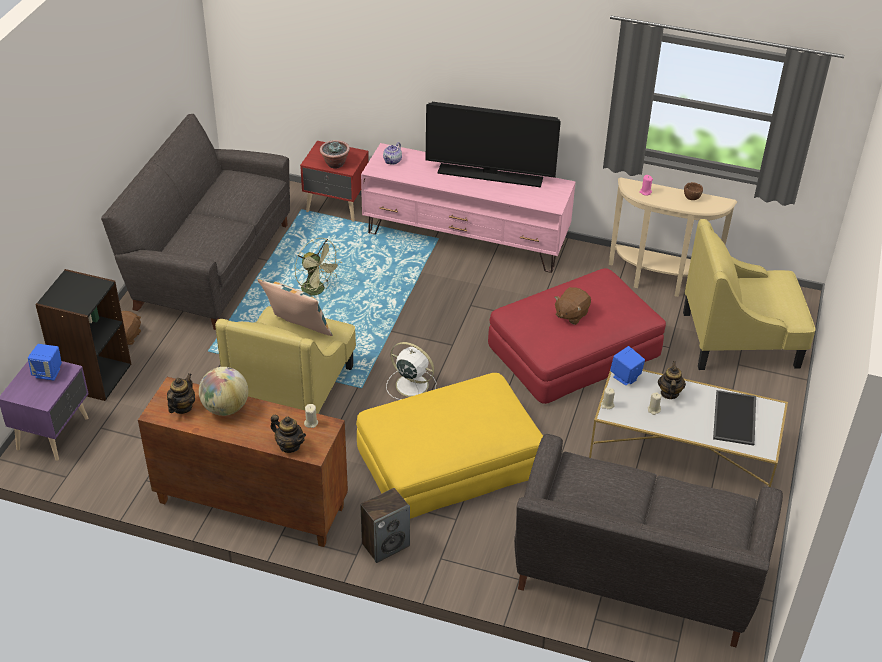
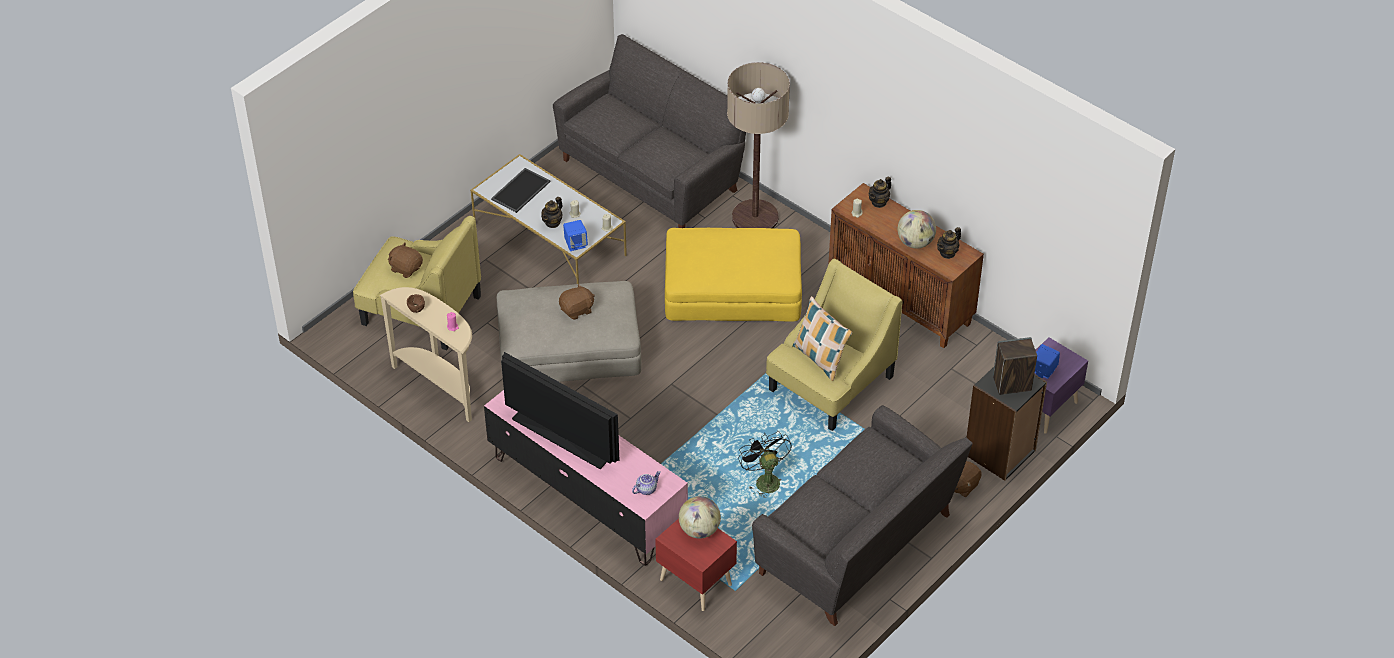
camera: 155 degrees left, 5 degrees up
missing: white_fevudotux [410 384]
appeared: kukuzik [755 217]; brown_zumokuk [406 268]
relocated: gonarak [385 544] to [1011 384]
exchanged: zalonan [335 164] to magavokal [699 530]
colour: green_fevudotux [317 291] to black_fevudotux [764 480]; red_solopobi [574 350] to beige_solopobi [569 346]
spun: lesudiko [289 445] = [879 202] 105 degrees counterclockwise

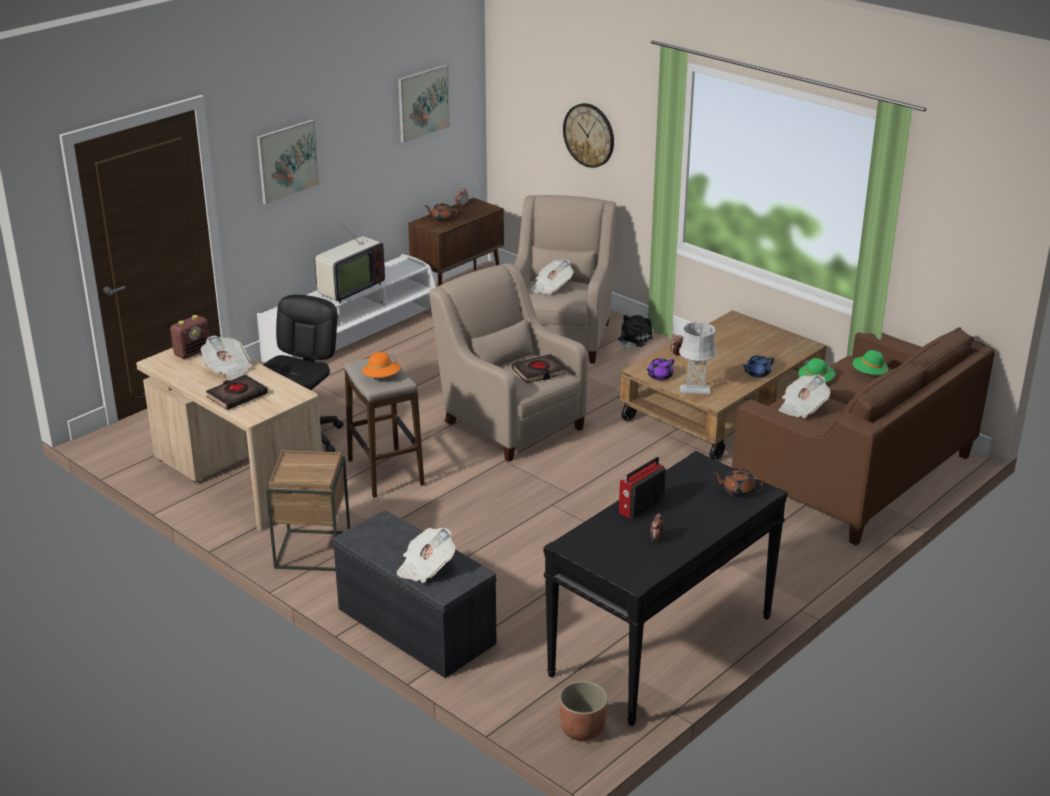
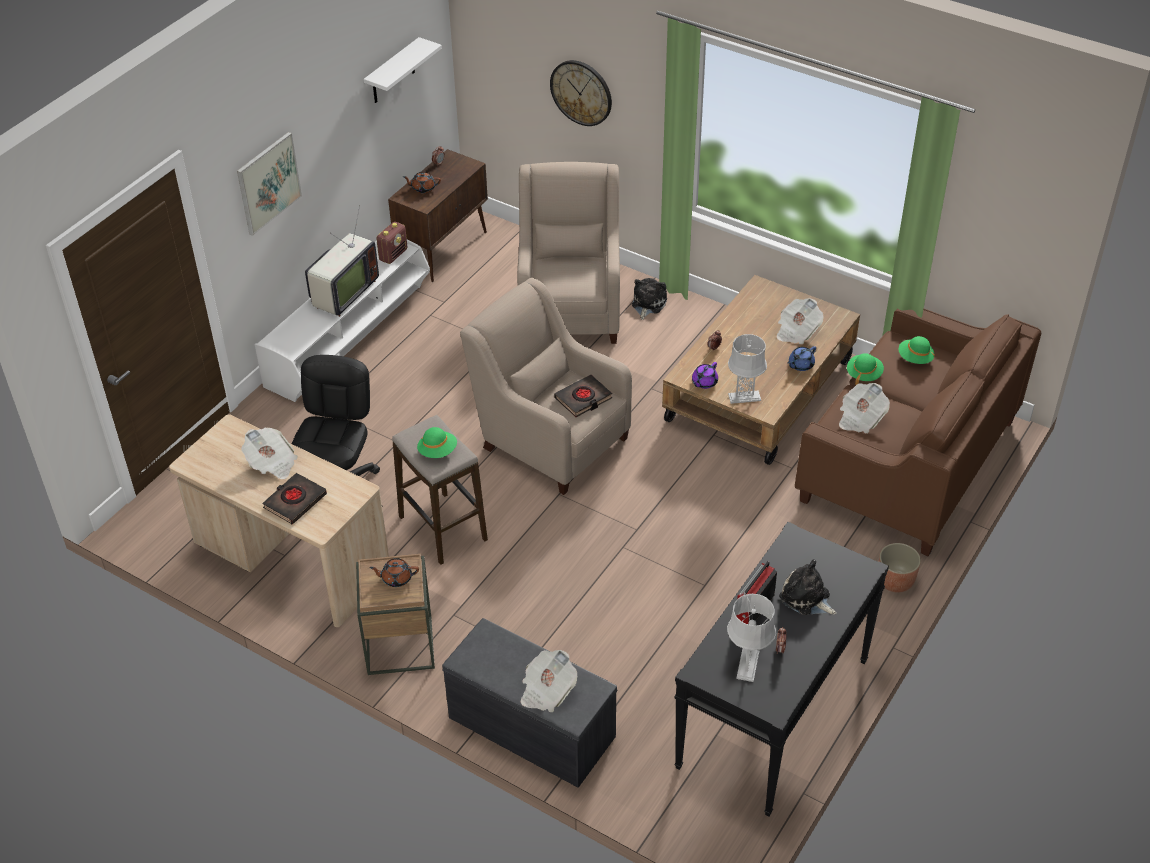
camera: 10 degrees left, 15 degrees up
appeared: zumokuk [806 598]; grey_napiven [748 665]
relocated: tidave [551 287] to [797 331]; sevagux [192 352] to [393 255]; brown_lesudiko [737 491] to [396 578]; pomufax [582 729] to [895 581]
exchanged: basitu [423 103] to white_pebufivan [393 72]
colour: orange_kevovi [382 377] to green_kevovi [438 451]

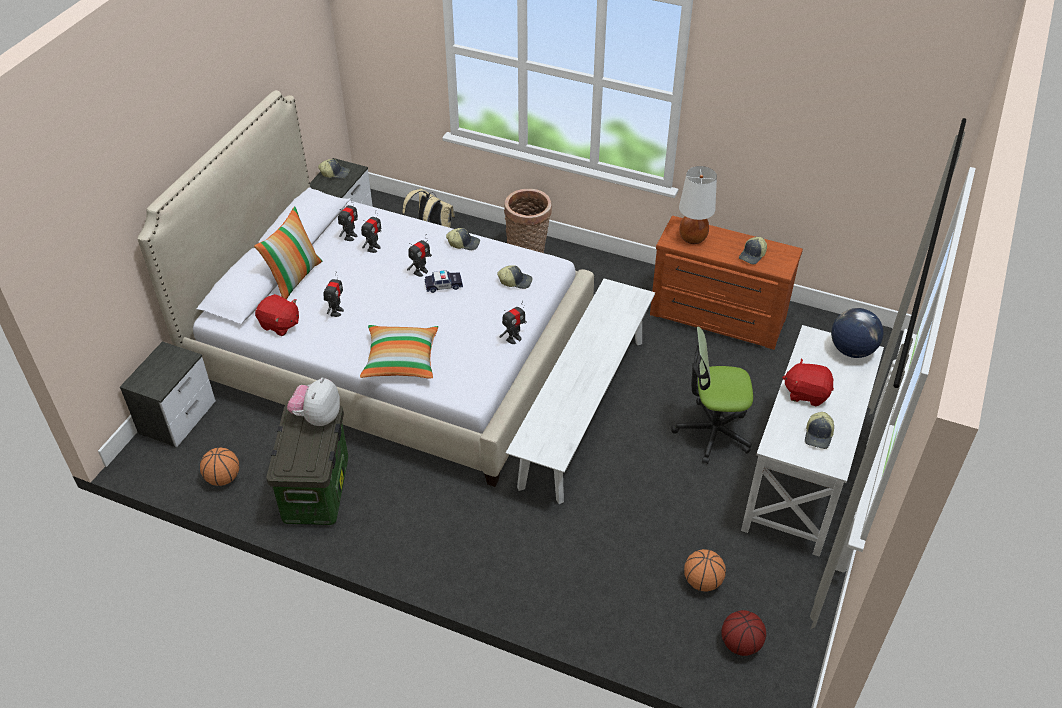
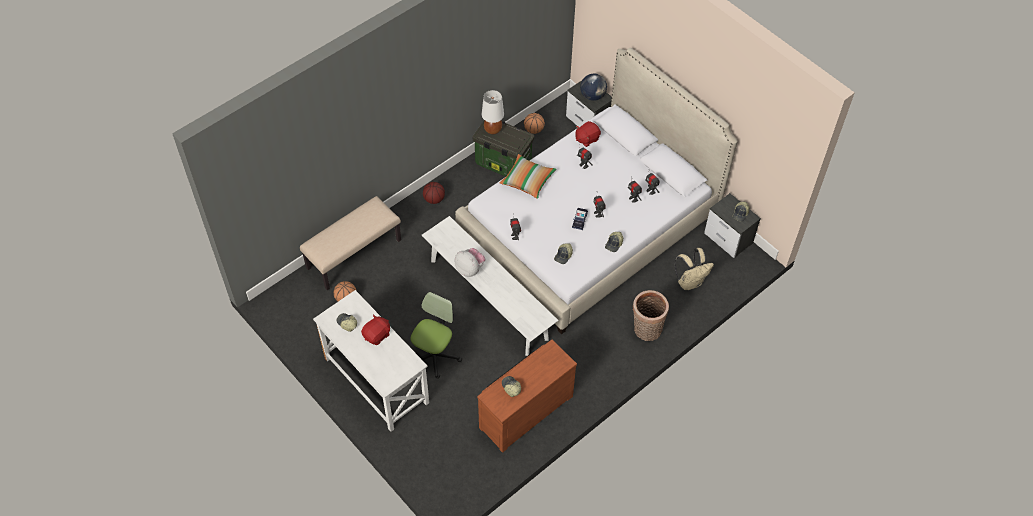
camera: 115 degrees right, 10 degrees up
missing: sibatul [294 277]
appeared: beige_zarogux [354 253]
relocated: white_napiven [692 238] to [492 129]; magavokal [851 350] to [593 96]; zumokuk [317 417] to [470 269]; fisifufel [740 644] to [434 199]

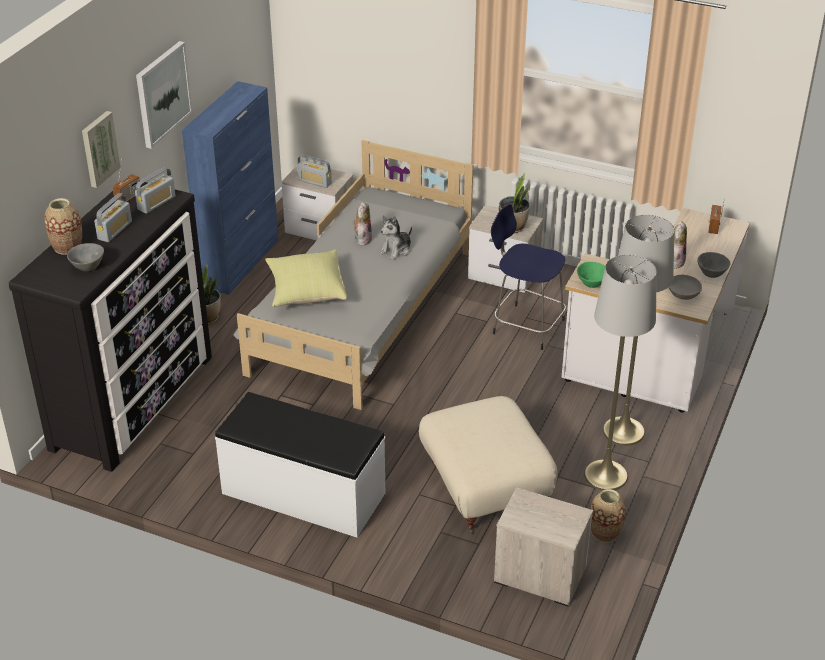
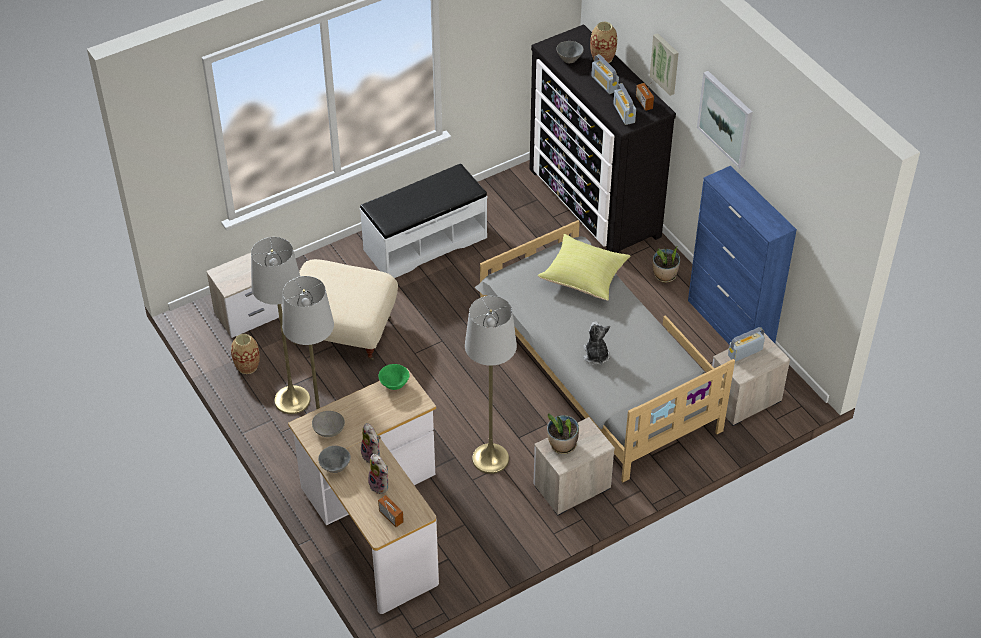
camera: 125 degrees right, 10 degrees up
relocated: zumokuk [362 239] to [380 485]
exchanged: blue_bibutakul [526 326] to grey_kukuzik [490 458]

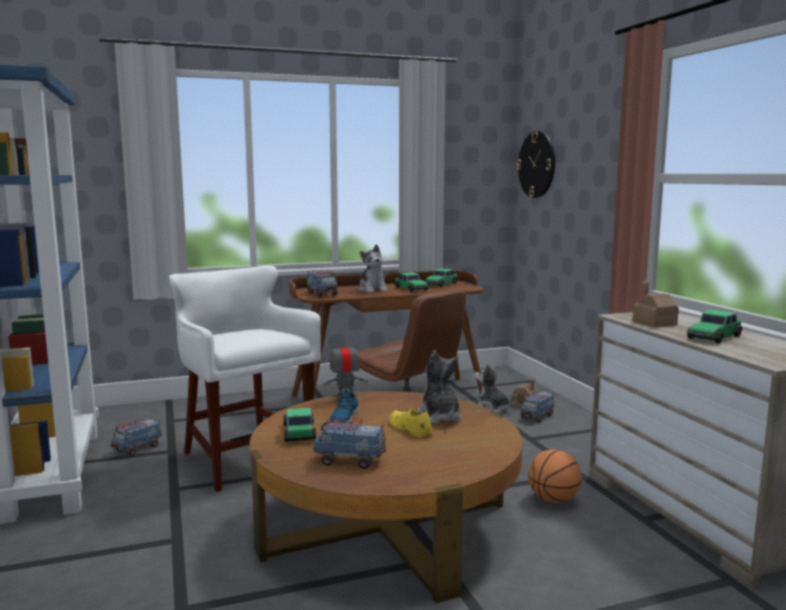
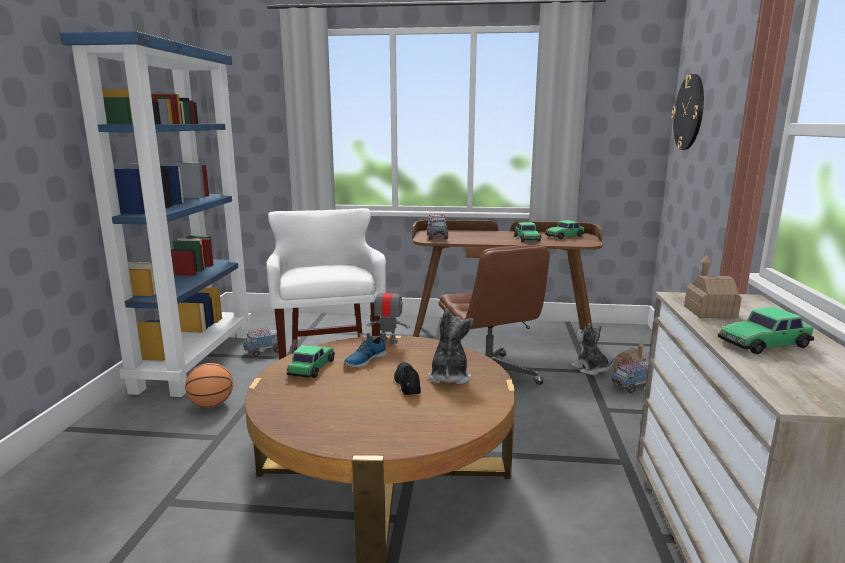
camera: 25 degrees right, 5 degrees up
missing: zumokuk [372 290]; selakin [349 461]
relocated: fisifufel [553 500] to [211 405]
colour: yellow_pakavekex [409 428] to black_pakavekex [407 383]

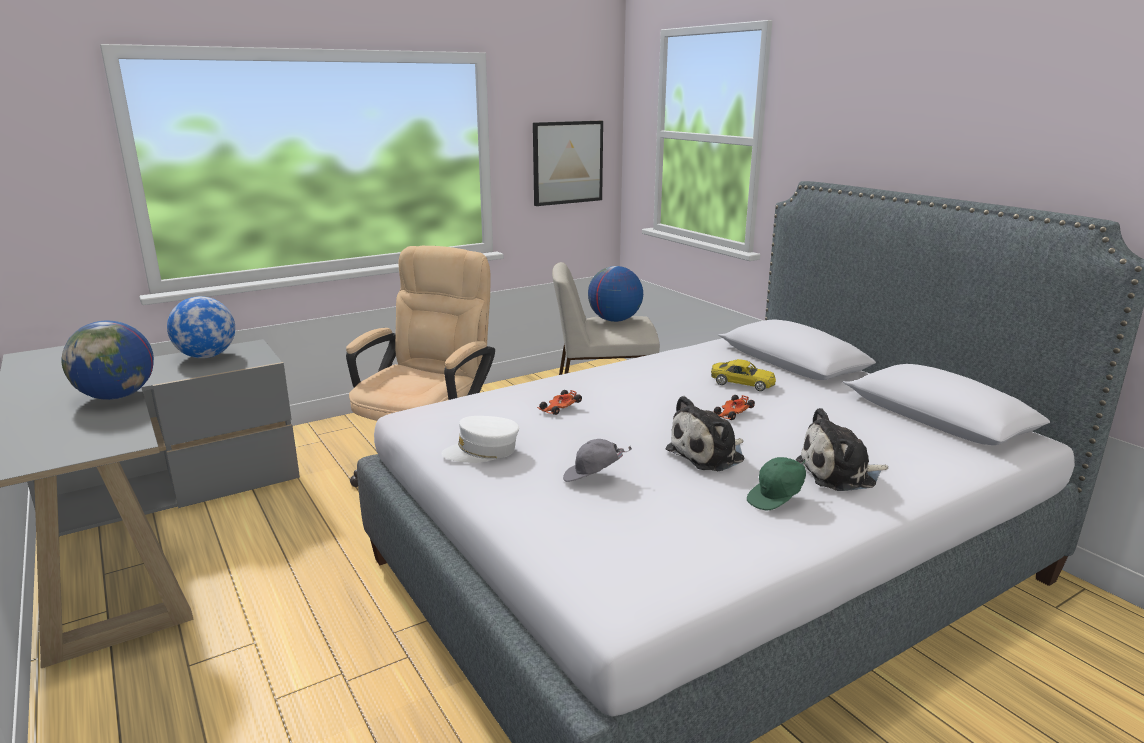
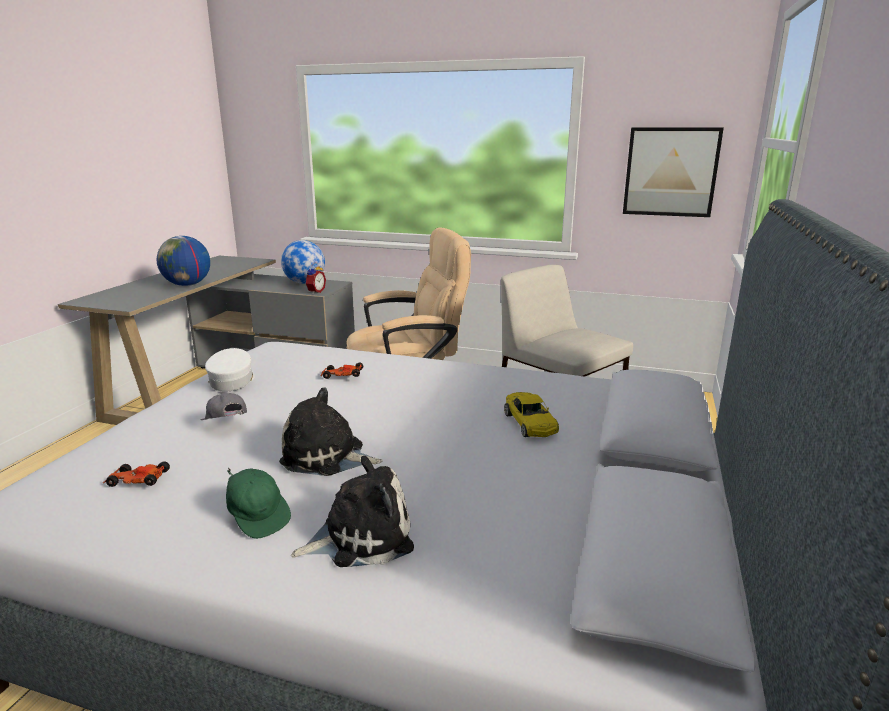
camera: 50 degrees right, 0 degrees up
missing: magavokal [614 320]
appeared: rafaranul [315 292]
relocated: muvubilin [732 413] to [137 480]
spun: zumokuk [840 473] = [361 536] 120 degrees clockwise; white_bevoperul [482 451] = [232 380] 45 degrees clockwise; green_bevoperul [777 499] = [258 516] 150 degrees counterclockwise

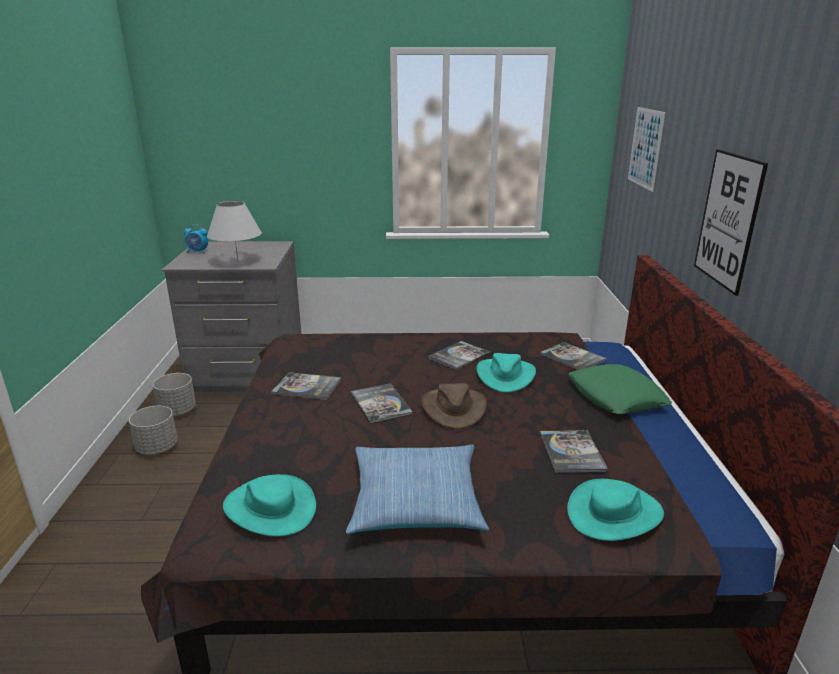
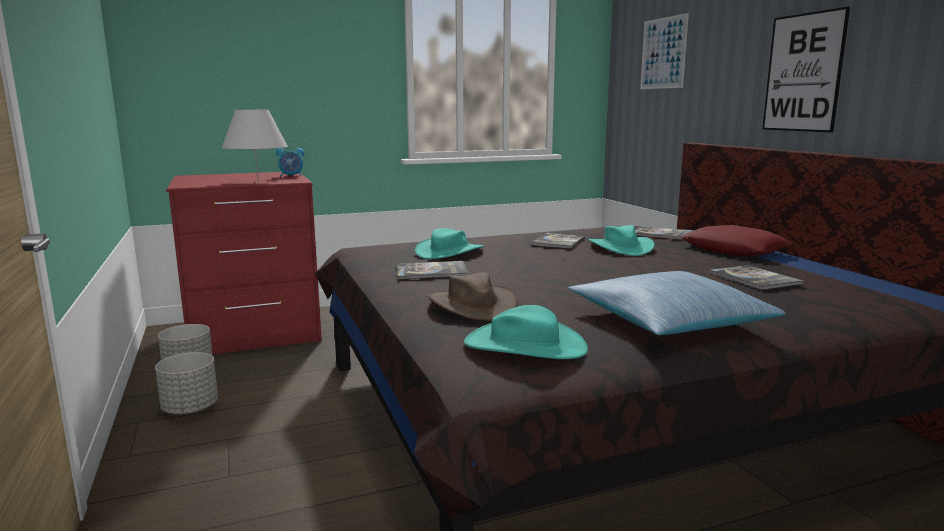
camera: 20 degrees left, 10 degrees down
missing: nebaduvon [380 404]
relocated: rafaranul [197 252] to [291 176]; brown_kevovi [453 408] to [472 305]; turquoise_kevovi [614 513] to [450 252]
colour: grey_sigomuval [248 374] to red_sigomuval [254 332]; green_sibatul [616 397] to red_sibatul [734 250]

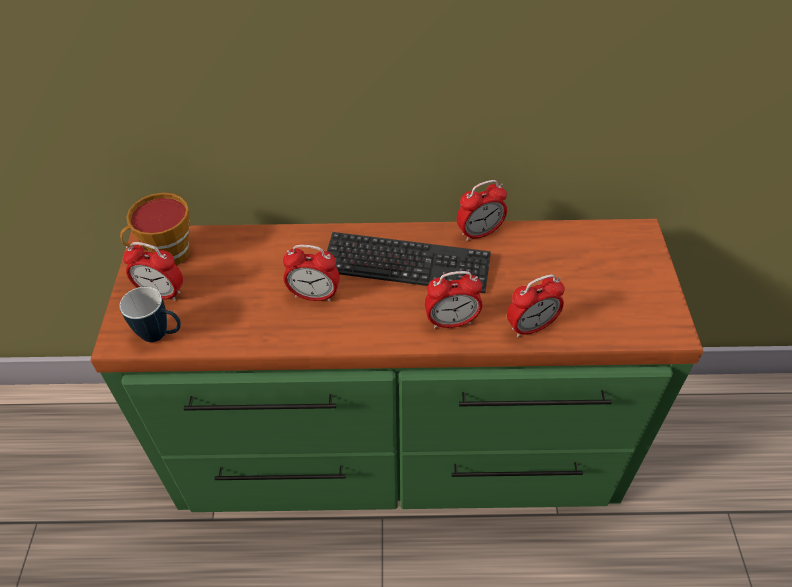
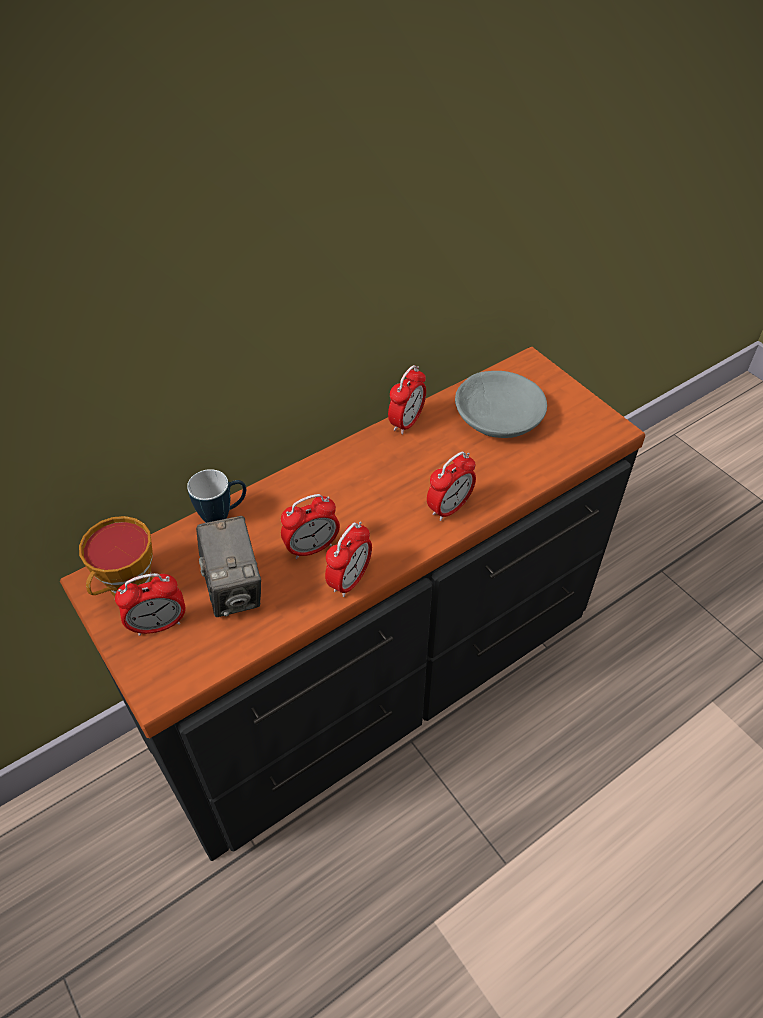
camera: 35 degrees left, 0 degrees up
missing: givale [406 265]
appeared: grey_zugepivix [497 415]; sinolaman [234 589]
relocated: rafaranul [531 327] to [350 580]; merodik [161 335] to [223 515]
colour: green_sigomuval [398 450] to black_sigomuval [380 675]

